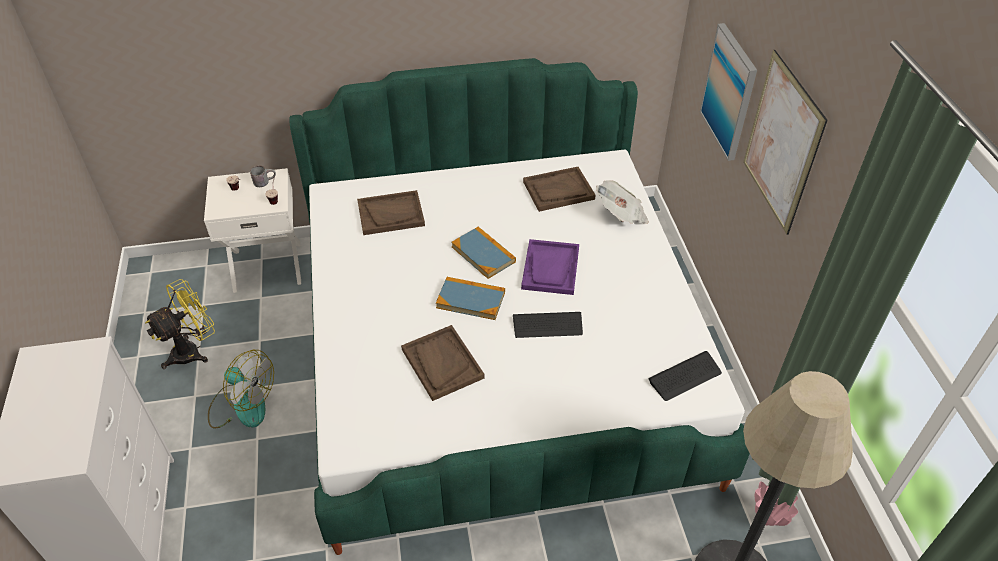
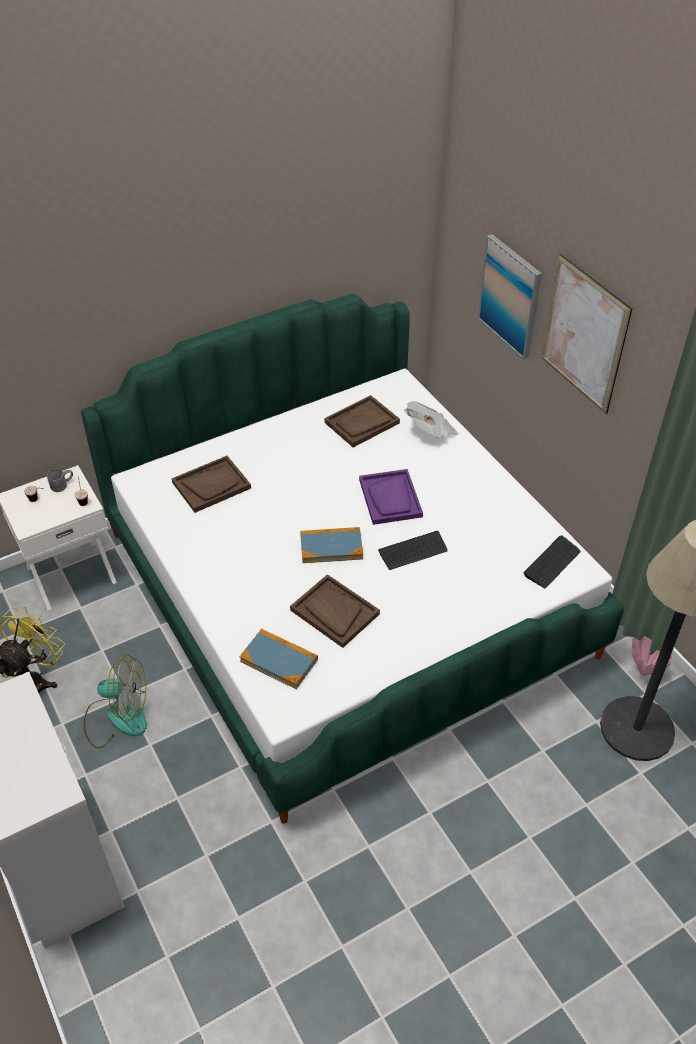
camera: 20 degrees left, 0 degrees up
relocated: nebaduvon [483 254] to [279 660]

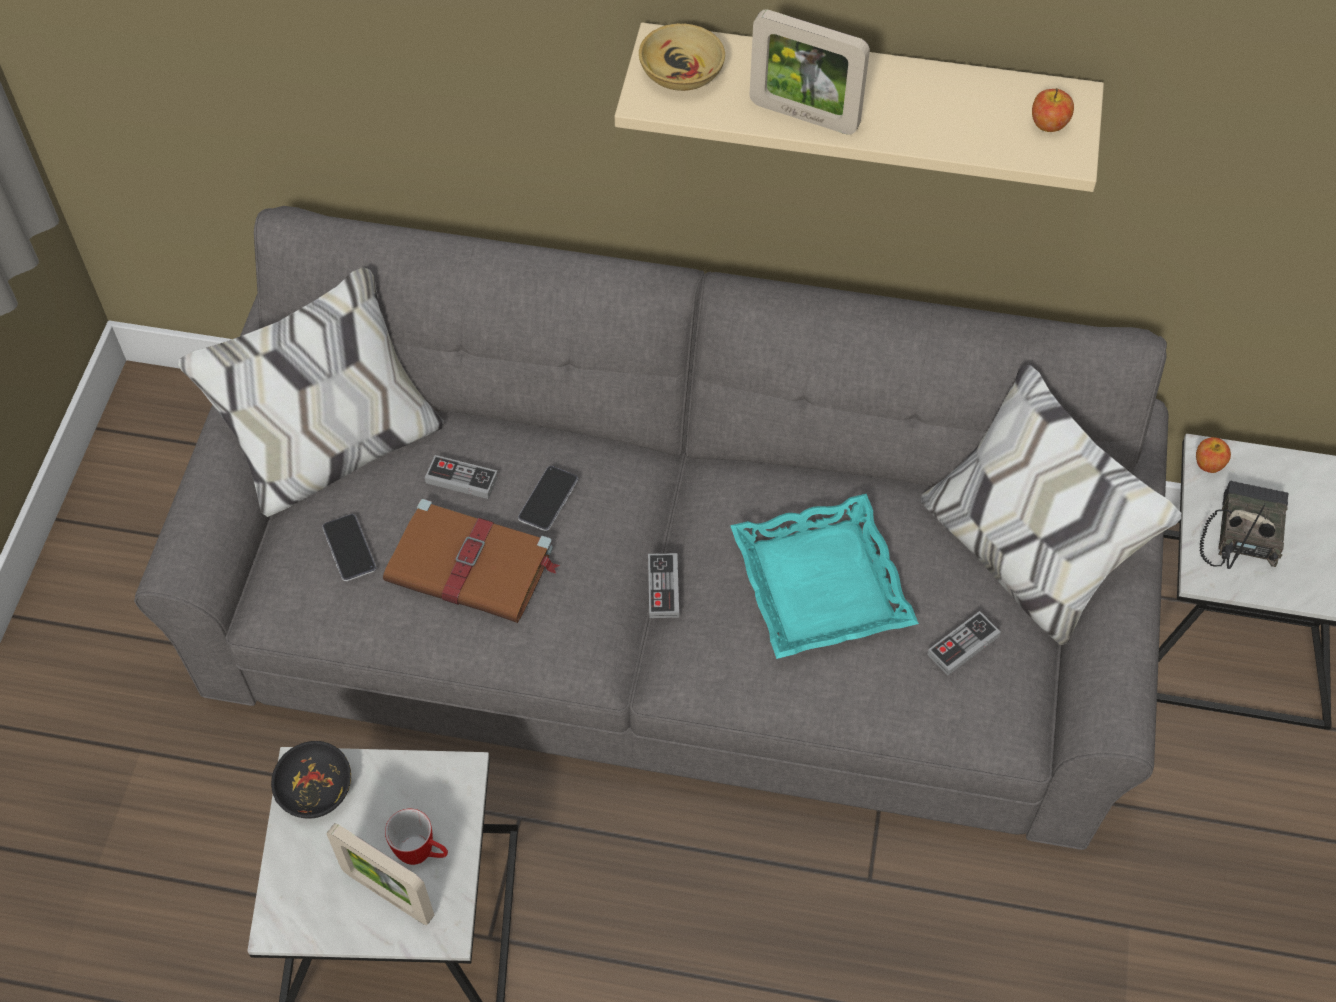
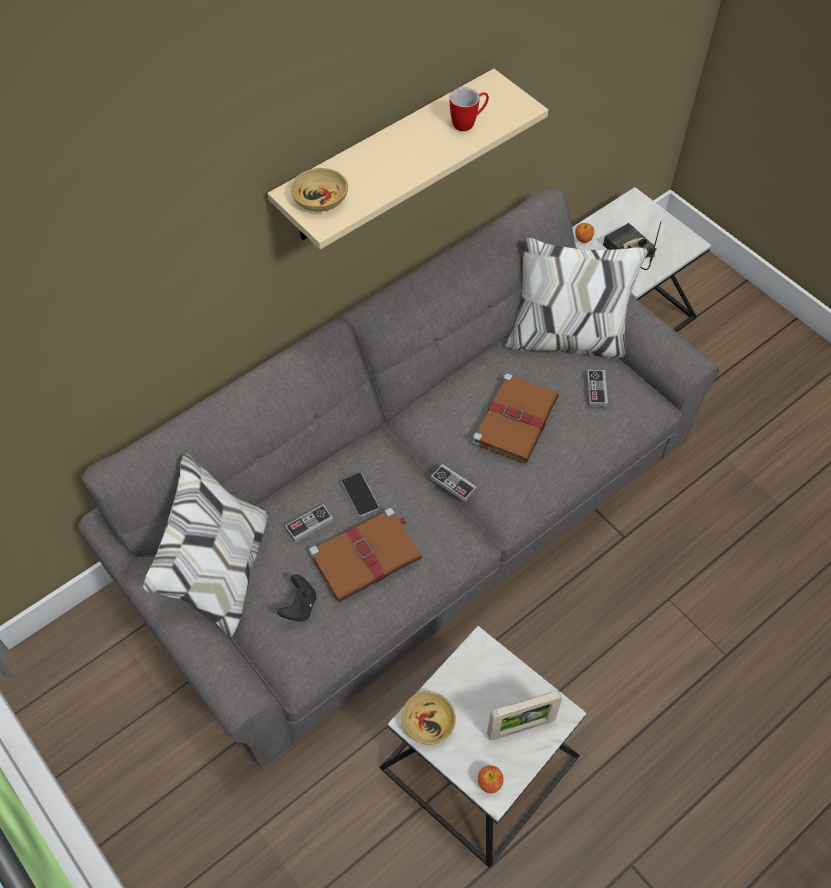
camera: 50 degrees left, 0 degrees up
missing: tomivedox [804 116]
relocated: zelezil [1049 124] to [489 782]; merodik [423 854] to [468 123]
exchanged: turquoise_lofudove [819 584] to brown_nebaduvon [516 419]; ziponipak [349 548] to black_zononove [299 606]
colour: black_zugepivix [316 788] to beige_zugepivix [429 722]

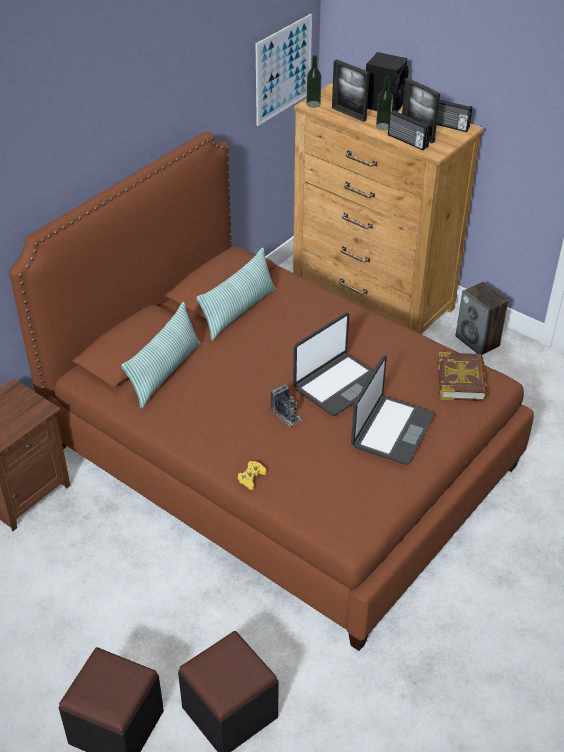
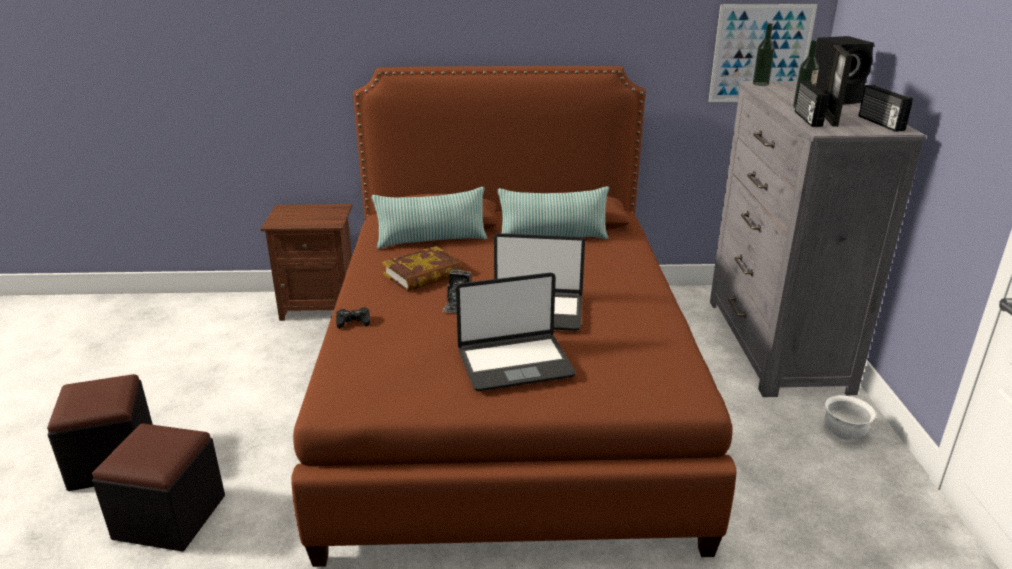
camera: 50 degrees right, 15 degrees down
missing: tomivedox [348 114]
relocated: nebaduvon [461 381] to [423 274]
exchanged: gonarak [478 341] to white_zugepivix [844 433]
colour: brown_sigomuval [372 298] to grey_sigomuval [775 344]; yellow_zononove [251 477] to black_zononove [353 322]

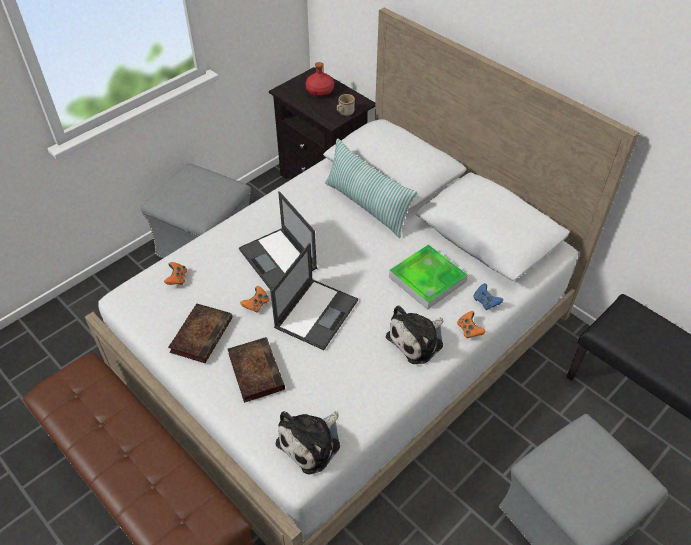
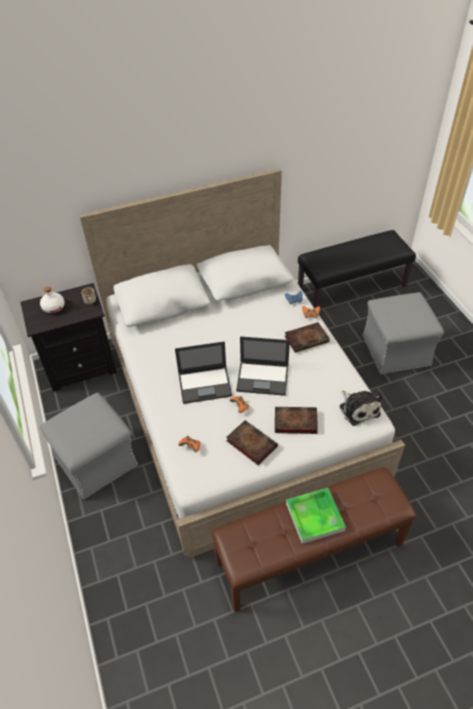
camera: 65 degrees left, 0 degrees up
missing: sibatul [367 206]
relocated: lofudove [427 279] to [315 517]
exchanged: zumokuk [417 340] to nebaduvon [307 339]
colour: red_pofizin [320 91] to white_pofizin [53 307]
spun: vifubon [317 313] = [263 378] 135 degrees clockwise

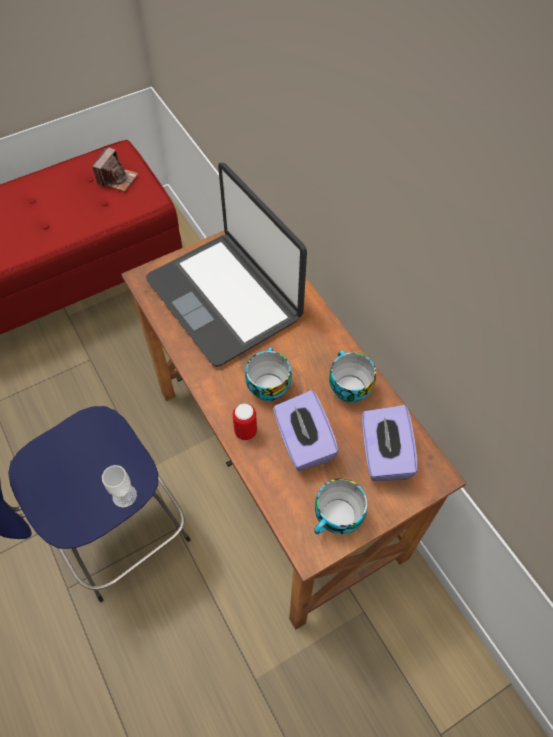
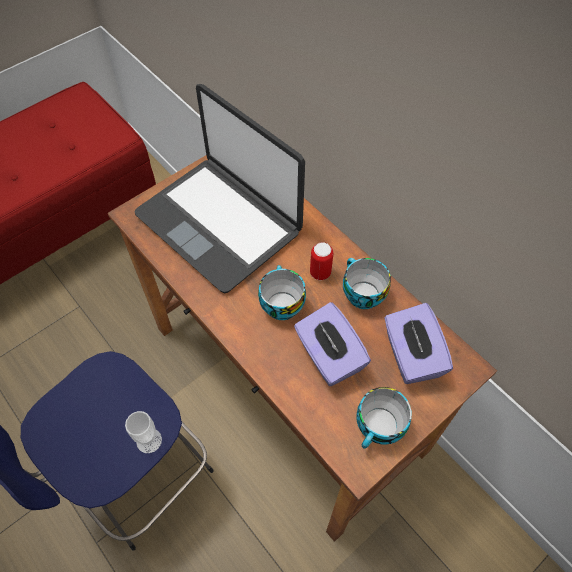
camera: 10 degrees left, 0 degrees up
missing: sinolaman [117 179]
relocated: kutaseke [245 431] to [320 273]

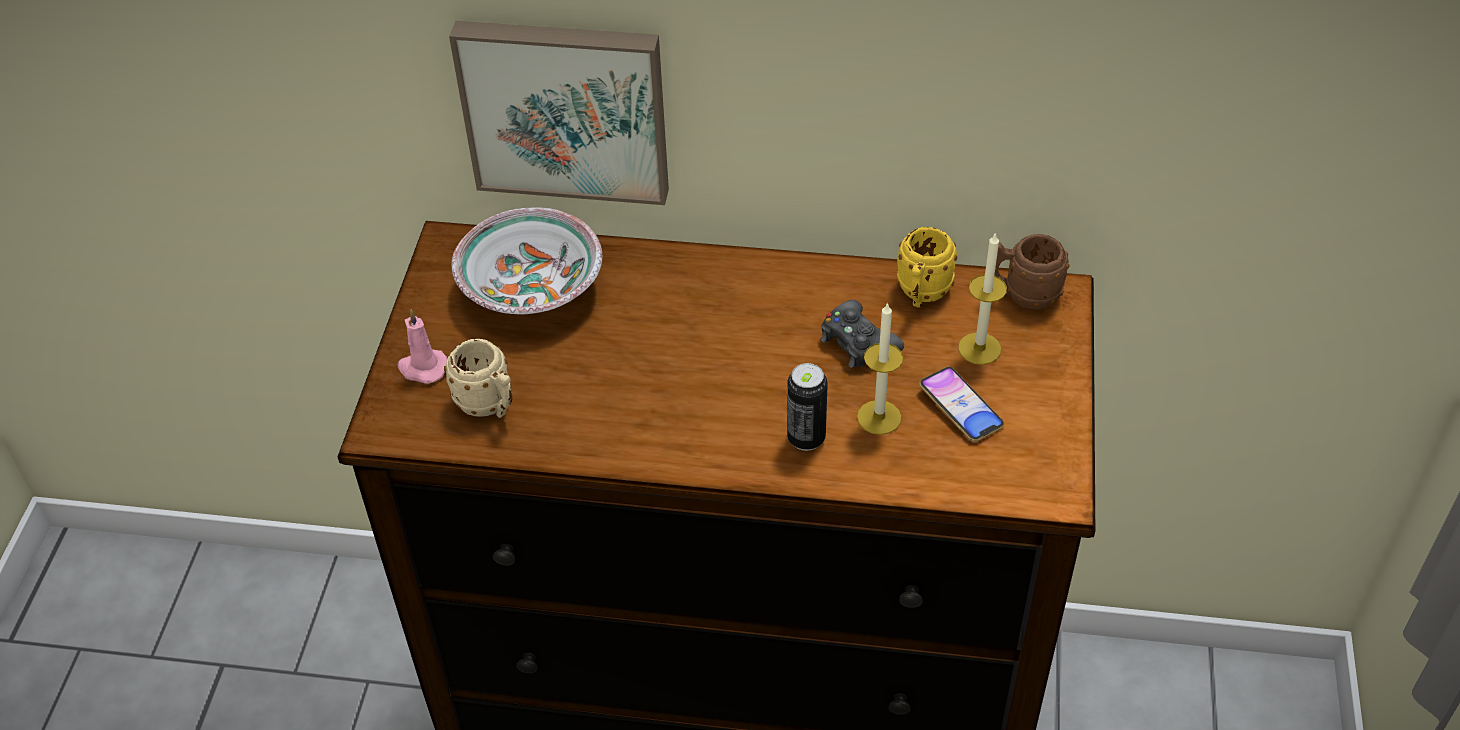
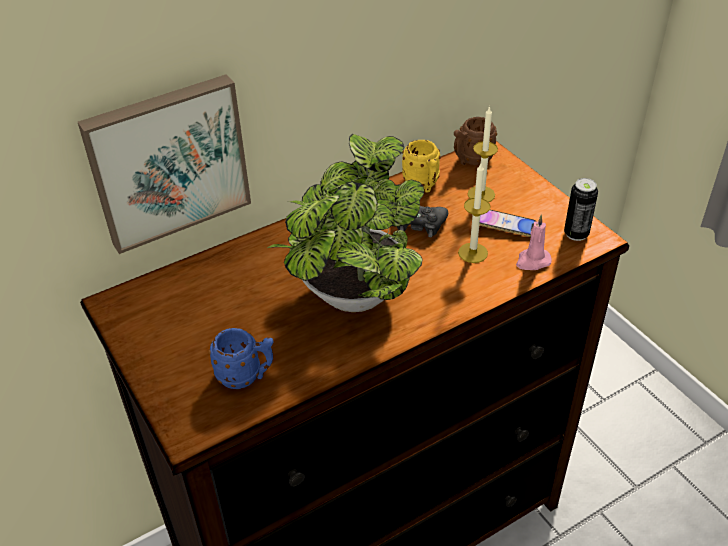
camera: 40 degrees left, 5 degrees down
missing: zugepivix [529 288]
appeared: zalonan [352 299]
relocated: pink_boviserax [422 368] to [532 261]; kutaseke [806 438] to [576 234]
colour: beige_merodik [489 406] to blue_merodik [246 376]

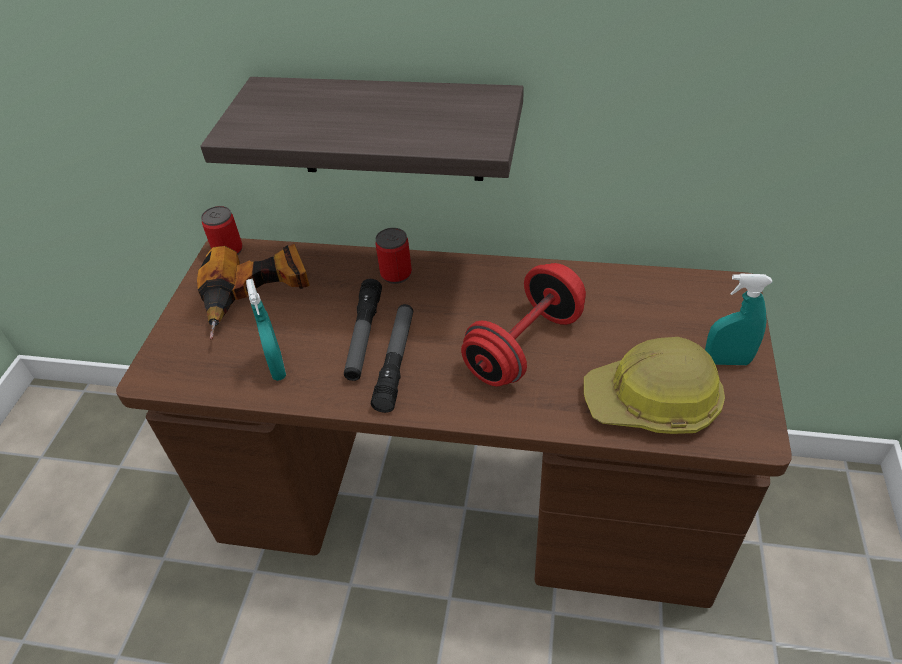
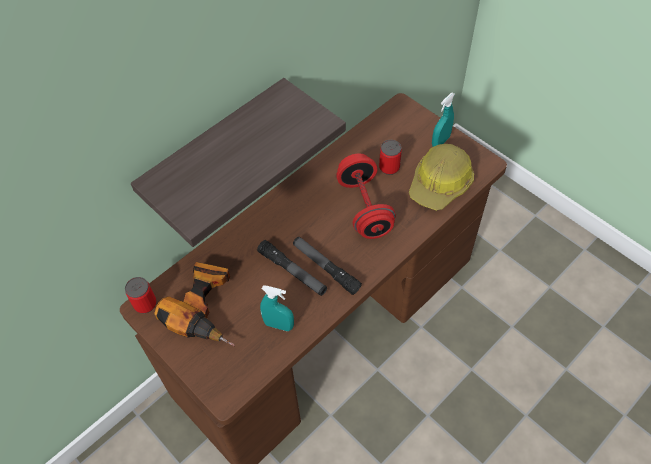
camera: 55 degrees left, 10 degrees up
relocated: kutaseke [396 274] to [389 167]

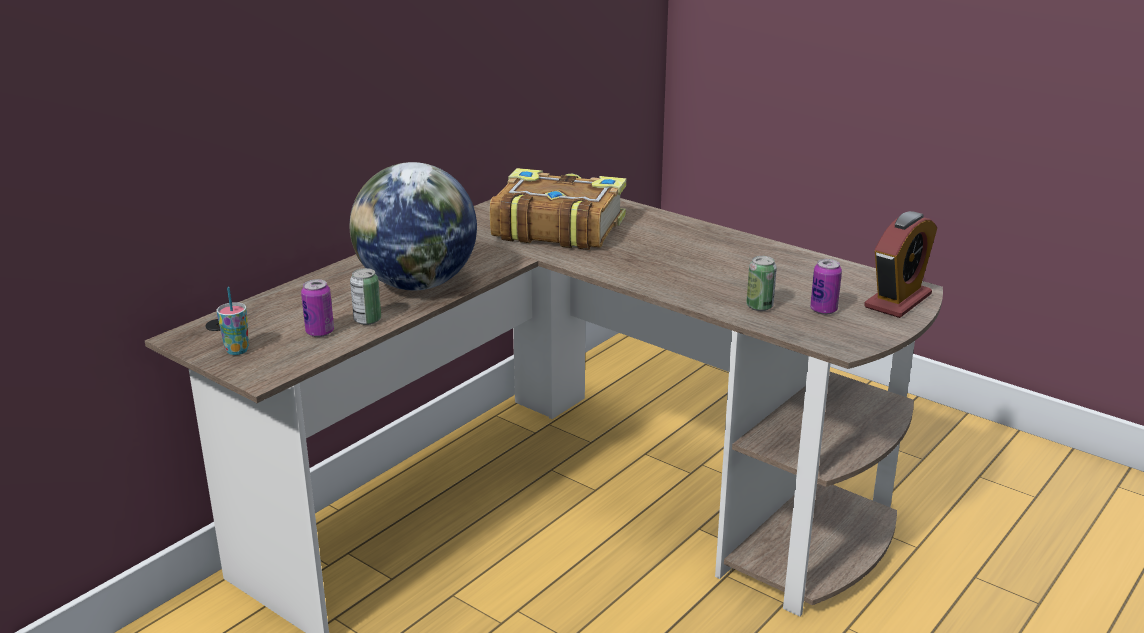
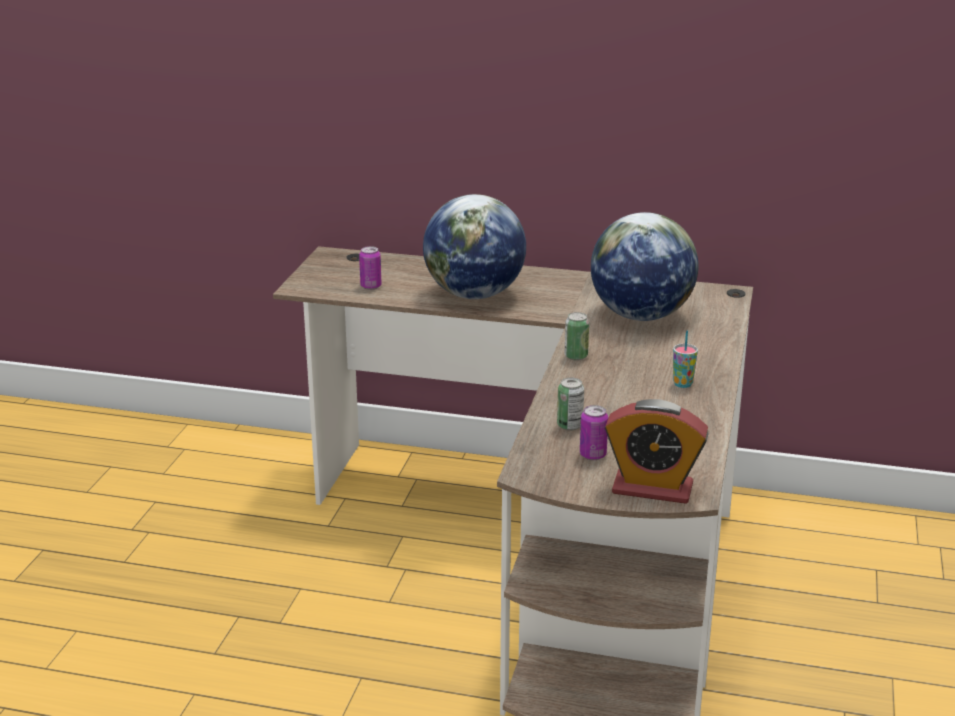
camera: 65 degrees right, 0 degrees up
relocated: kutaseke [367 320] to [576 356]; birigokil [237 350] to [682 384]
exchanged: nebaduvon [557 228] to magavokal [640 315]

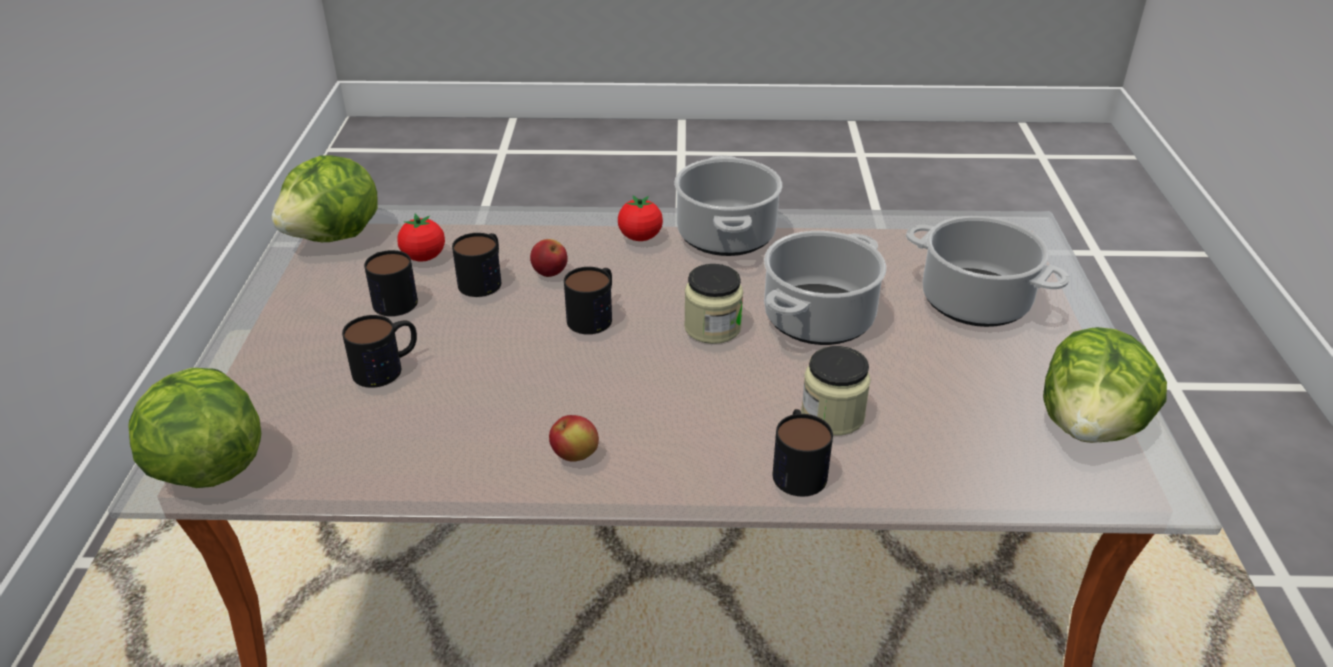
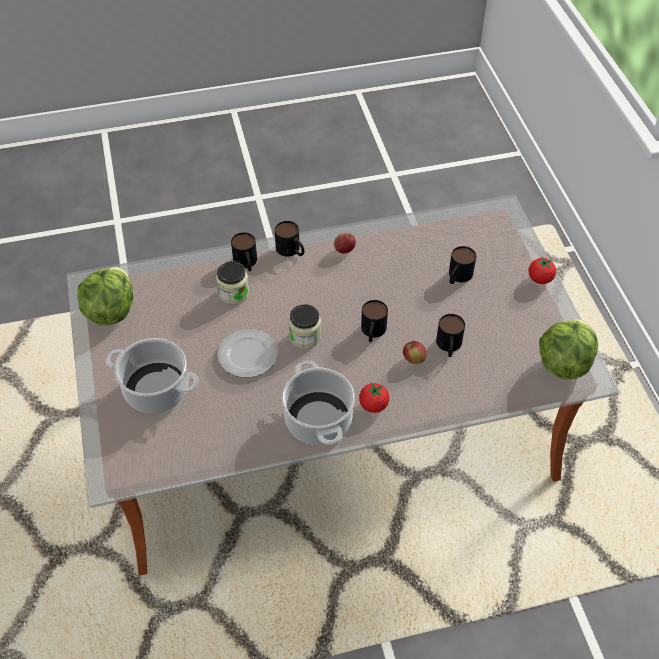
camera: 165 degrees right, 15 degrees up
missing: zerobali [207 467]
relocated: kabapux [424 257] to [540 279]; merodik [391 297] to [291 251]
exchanged: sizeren [818 319] to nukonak [247 355]

